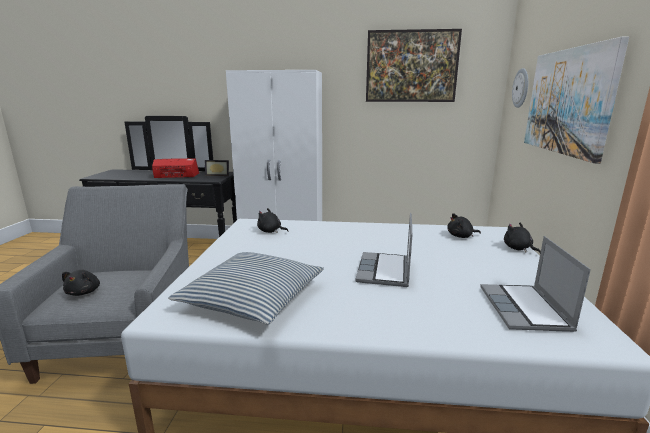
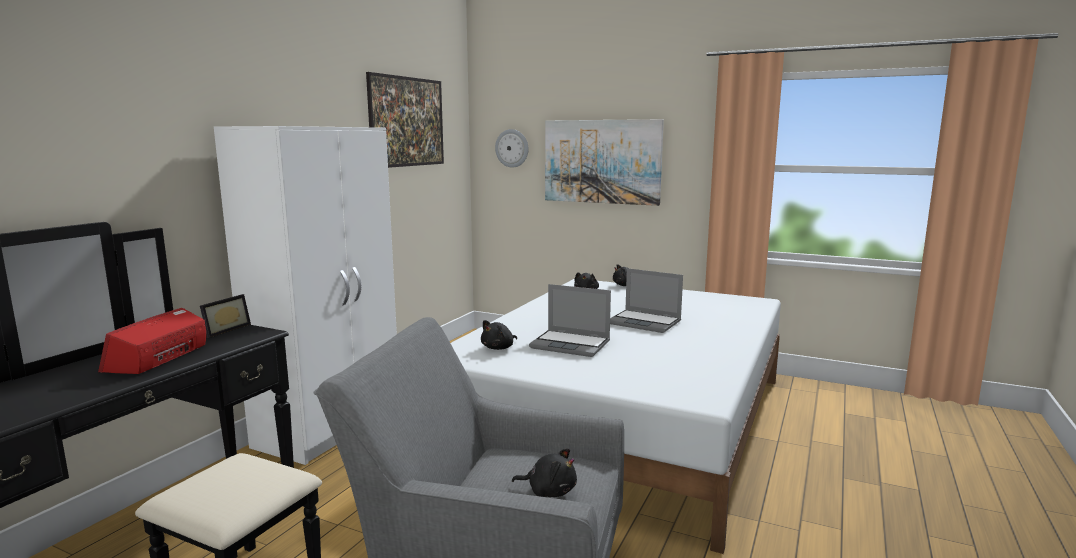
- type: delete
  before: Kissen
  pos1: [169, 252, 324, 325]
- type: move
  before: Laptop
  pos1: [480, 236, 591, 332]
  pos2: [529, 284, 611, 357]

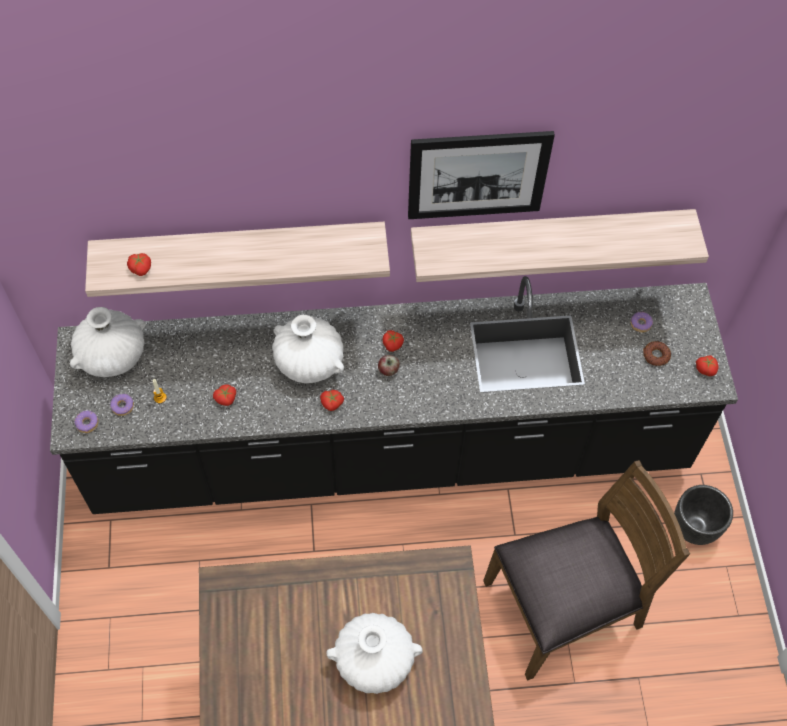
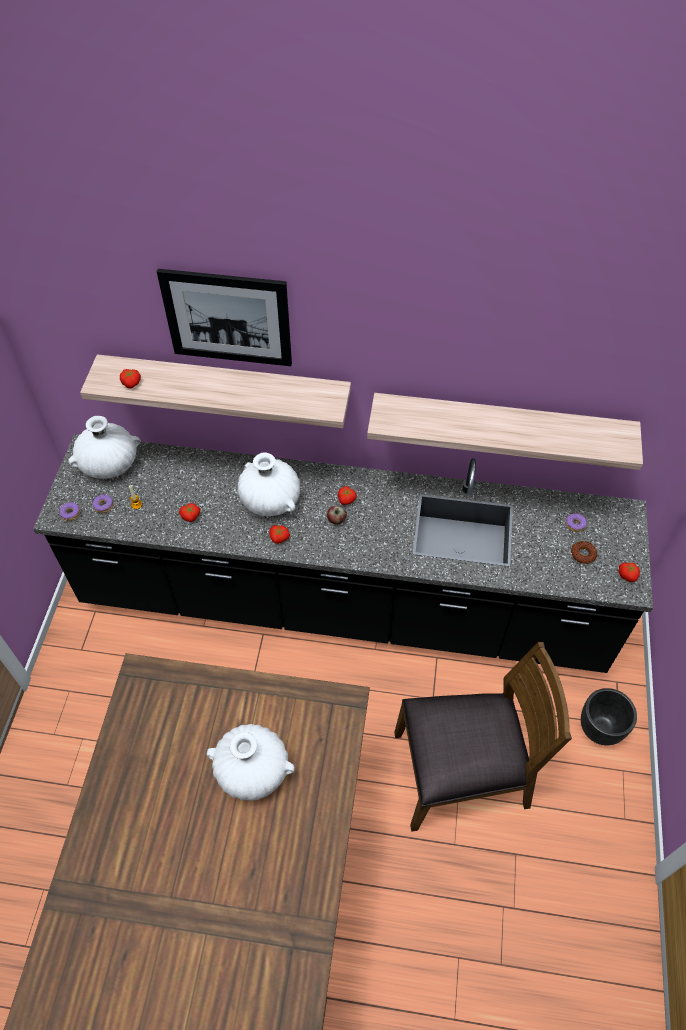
- type: move
  before: Bild
  pos1: [408, 131, 555, 219]
  pos2: [157, 269, 292, 366]

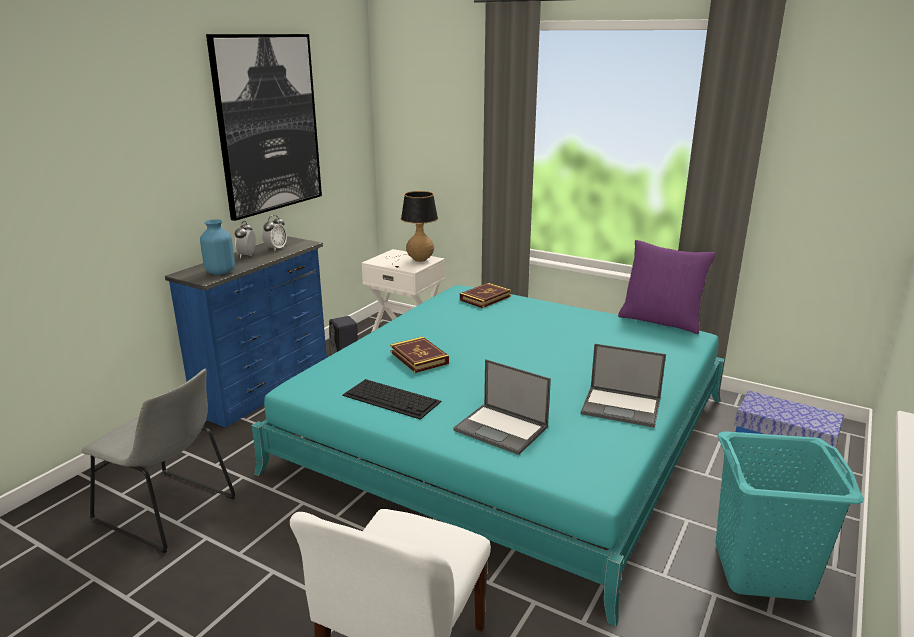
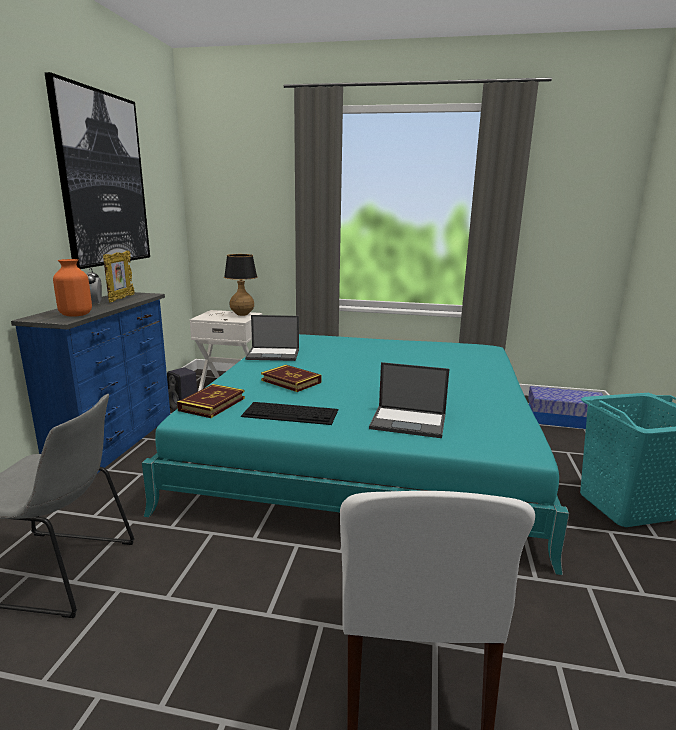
- type: recolor
  before: Vase/blau
  after: Vase/orange
  pos1: [200, 219, 235, 275]
  pos2: [53, 259, 92, 317]
- type: replace
  before: Wecker
  after: Bilderrahmen
  pos1: [262, 215, 287, 251]
  pos2: [103, 251, 135, 303]
- type: move
  before: Buch
  pos1: [460, 283, 511, 308]
  pos2: [177, 384, 245, 418]
- type: move
  before: Laptop
  pos1: [581, 344, 666, 428]
  pos2: [245, 315, 299, 361]
- type: delete
  before: Kissen/lila
  pos1: [618, 240, 716, 334]

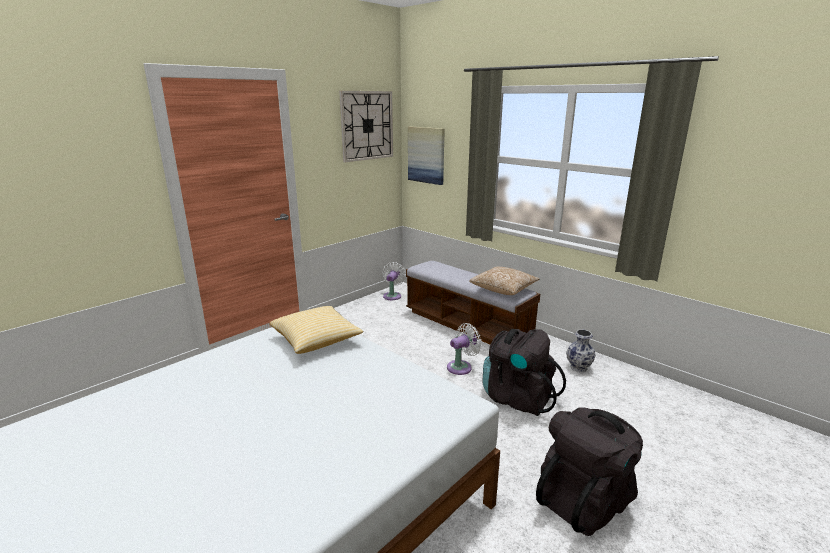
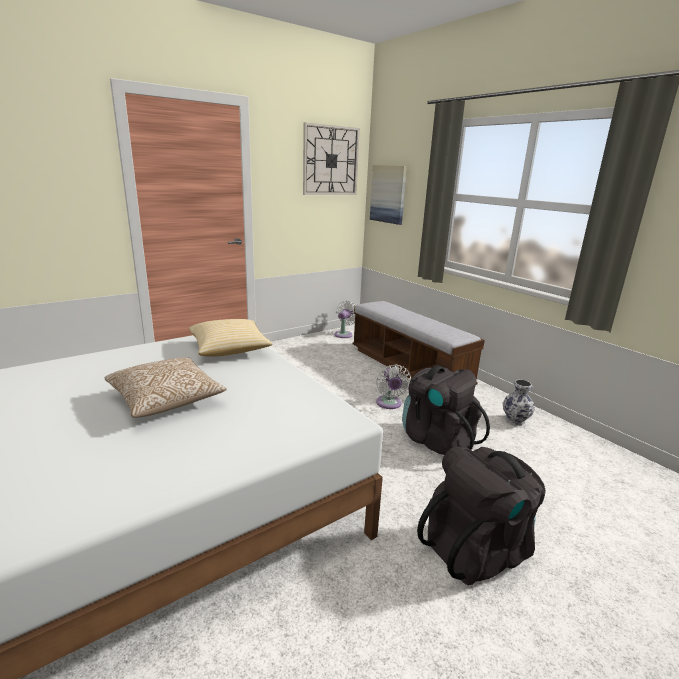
- type: rotate
  before: Ventilator/weiß
  pos1: [447, 323, 482, 375]
  pos2: [376, 365, 411, 409]
  turn: 105
- type: move
  before: Kissen
  pos1: [469, 267, 539, 295]
  pos2: [105, 358, 227, 418]

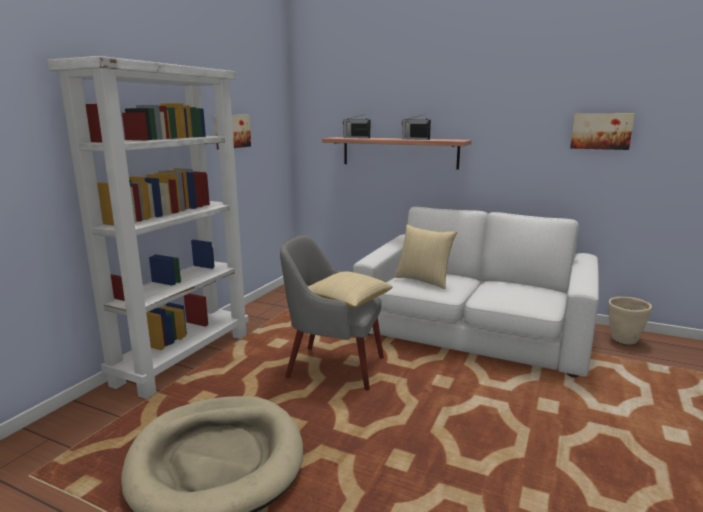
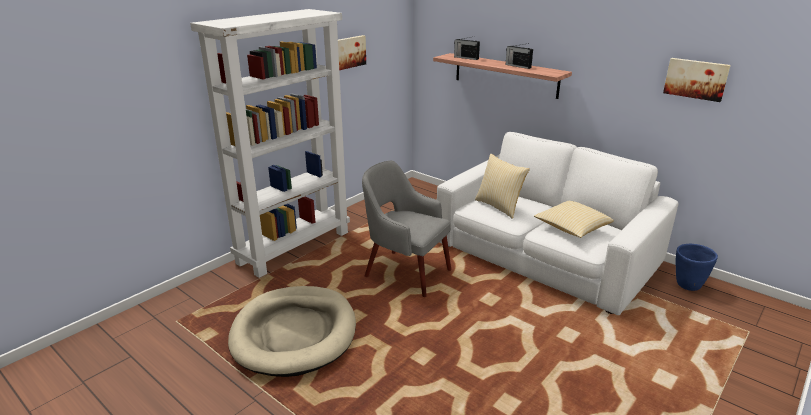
- type: move
  before: Kissen
  pos1: [308, 271, 393, 307]
  pos2: [534, 201, 614, 238]
- type: recolor
  before: Pflanzkübel/beige
  after: Pflanzkübel/blau
  pos1: [609, 297, 652, 345]
  pos2: [675, 244, 718, 291]

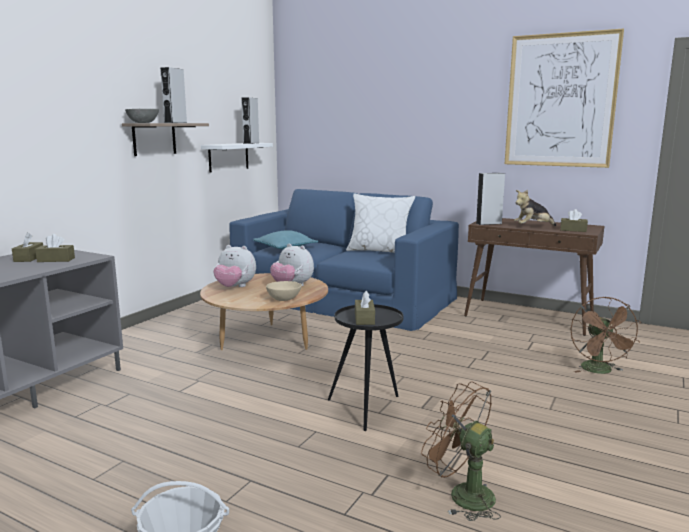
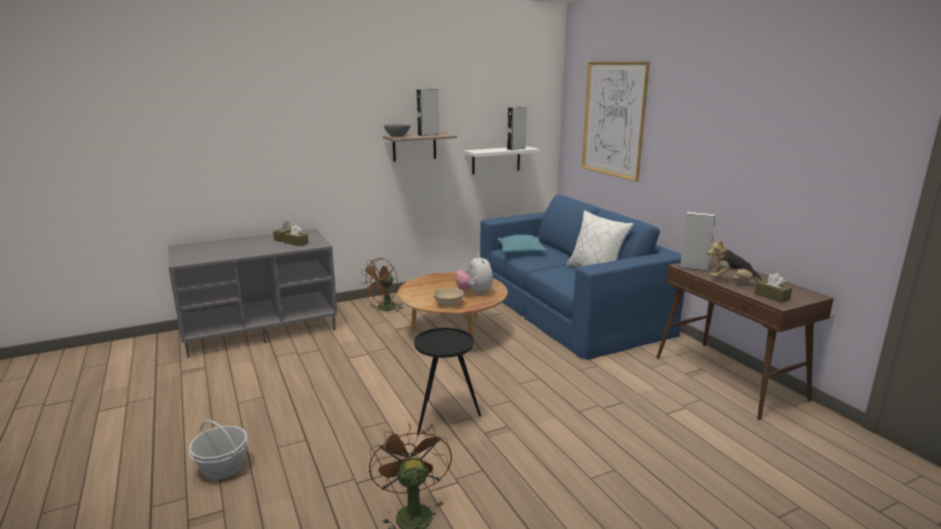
- type: delete
  before: Plüschtier
  pos1: [213, 245, 256, 287]
- type: delete
  before: Taschentuchbox/braun
  pos1: [355, 291, 375, 325]
- type: move
  before: Bild
  pos1: [505, 29, 624, 168]
  pos2: [582, 61, 650, 181]
- type: move
  before: Ventilator/braun
  pos1: [571, 296, 641, 374]
  pos2: [361, 258, 402, 312]

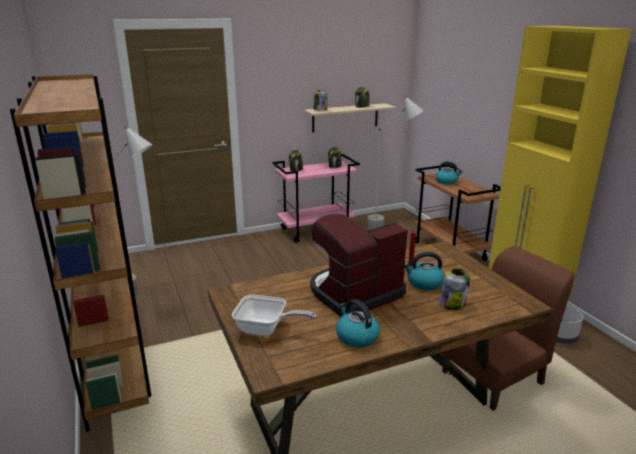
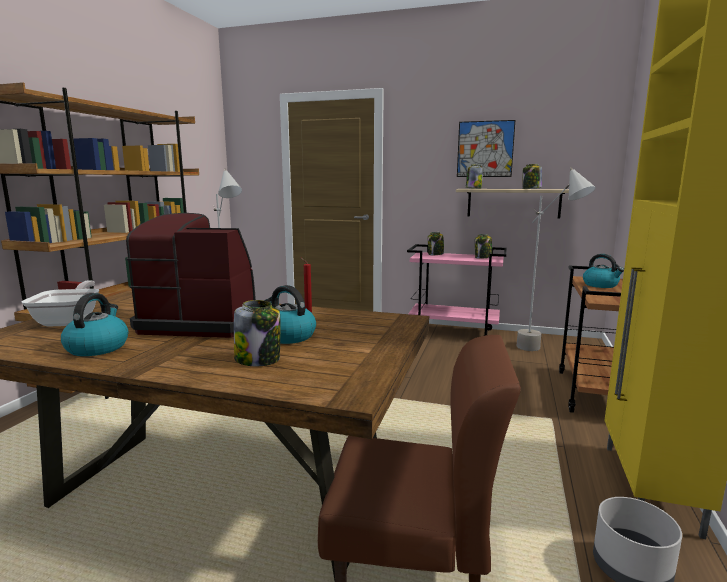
- type: rotate
  before: Pfanne
  pos1: [232, 295, 317, 336]
  pos2: [22, 280, 99, 327]
  turn: -150
- type: insert
  after: Bild
  pos2: [457, 120, 515, 177]

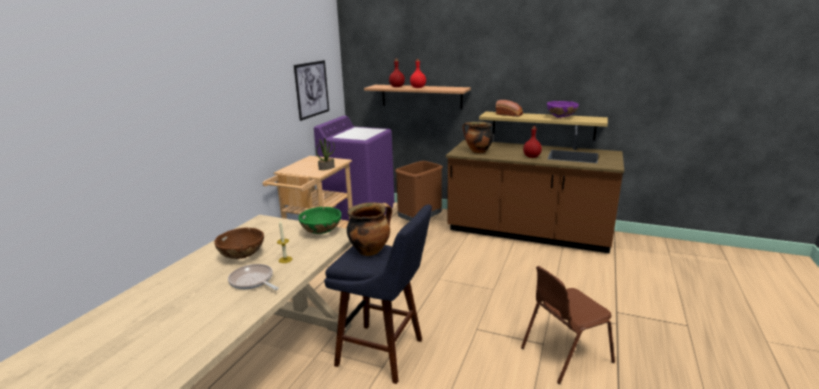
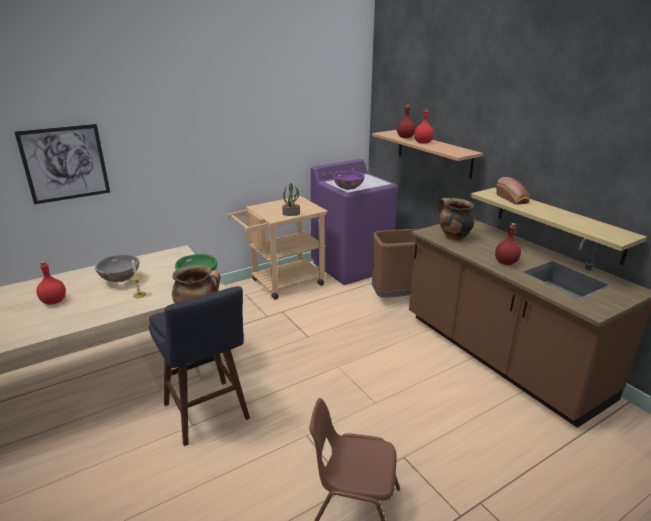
- type: recolor
  before: Schüssel/braun
  after: Schüssel/grau
  pos1: [214, 228, 264, 259]
  pos2: [95, 254, 140, 282]
- type: delete
  before: Pfanne
  pos1: [228, 264, 279, 290]
- type: move
  before: Bild
  pos1: [294, 60, 329, 121]
  pos2: [15, 124, 110, 204]
- type: move
  before: Schüssel/lila
  pos1: [547, 101, 579, 118]
  pos2: [333, 171, 364, 190]
- type: insert
  after: Flasche/rot
  pos2: [37, 261, 66, 305]

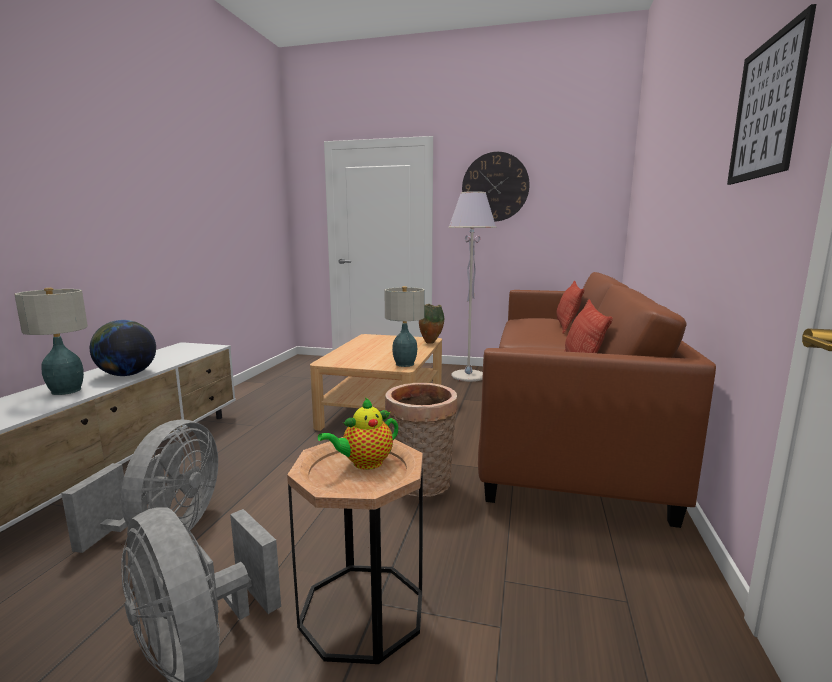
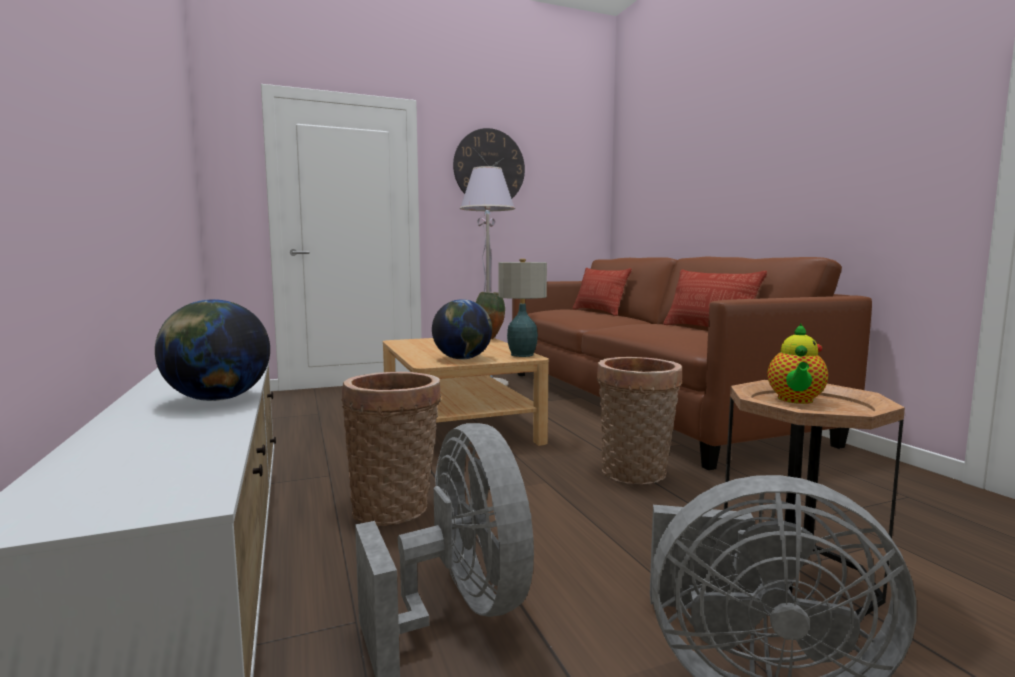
- type: delete
  before: Tischlampe
  pos1: [14, 288, 88, 395]
- type: delete
  before: Bild
  pos1: [727, 4, 816, 185]
- type: insert
  after: Korb
  pos2: [342, 372, 441, 526]
- type: insert
  after: Globus
  pos2: [432, 299, 492, 360]

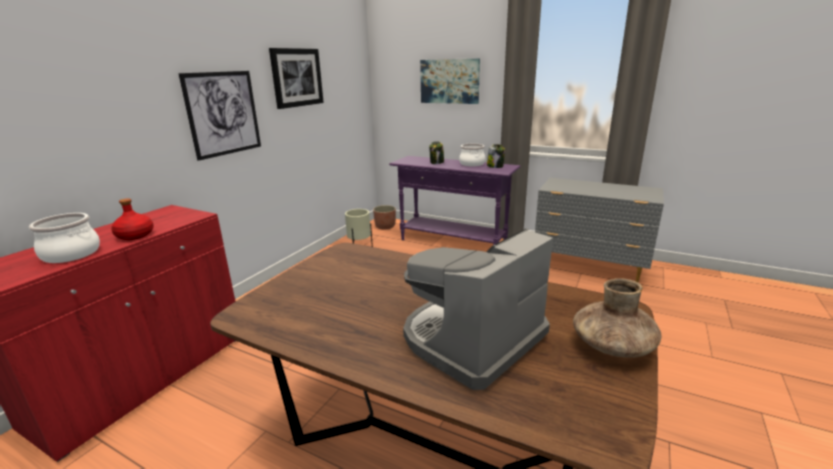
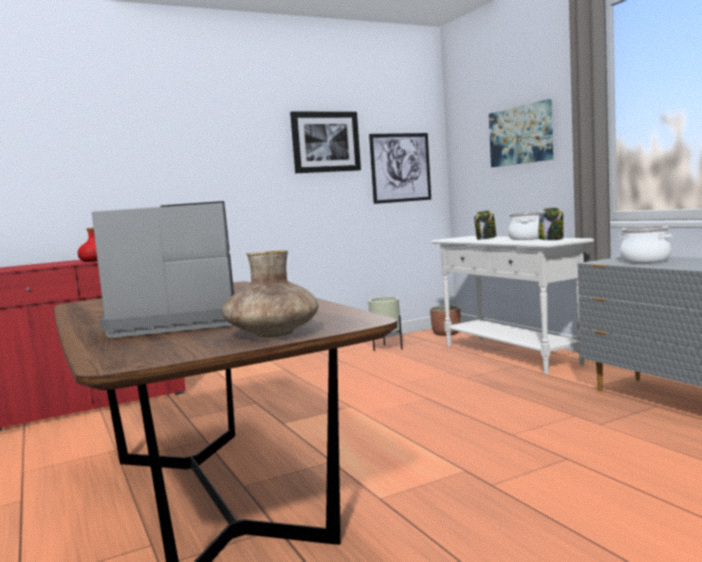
- type: move
  before: Kochtopf
  pos1: [29, 213, 100, 263]
  pos2: [619, 226, 672, 263]
- type: move
  before: Bild
  pos1: [178, 71, 261, 161]
  pos2: [369, 133, 431, 204]
- type: recolor
  before: Konsolentisch/lila
  after: Konsolentisch/weiß
  pos1: [389, 156, 521, 245]
  pos2: [431, 236, 594, 374]

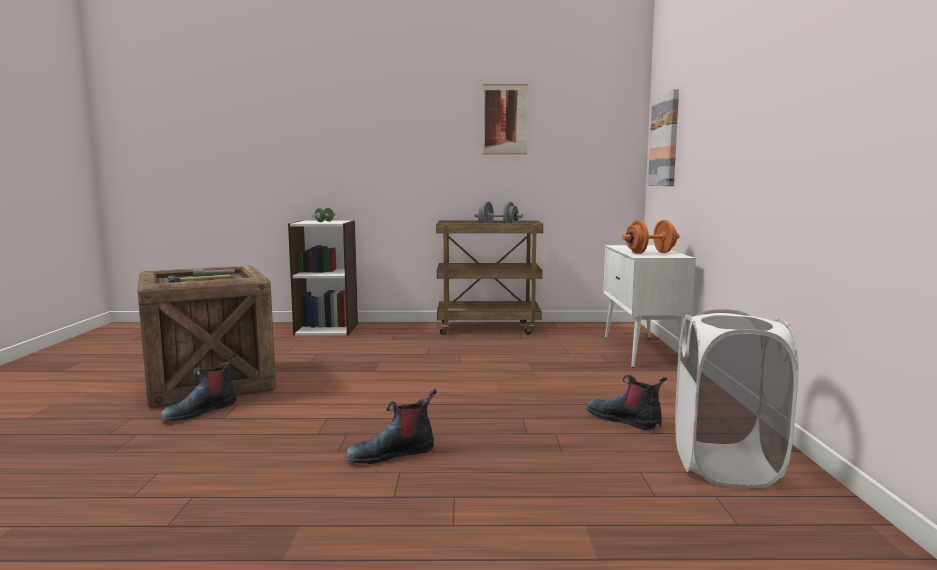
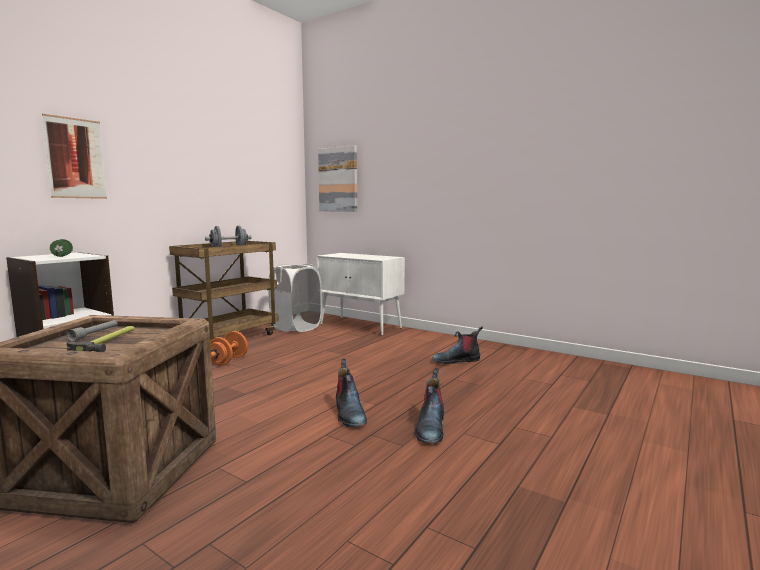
- type: move
  before: Stiefel
  pos1: [160, 353, 236, 421]
  pos2: [336, 359, 367, 427]
- type: move
  before: Bild
  pos1: [483, 84, 528, 155]
  pos2: [42, 114, 107, 199]
- type: move
  before: Hantel/orange
  pos1: [622, 220, 679, 254]
  pos2: [210, 331, 248, 366]
- type: move
  before: Wäschekorb/weiß
  pos1: [675, 309, 798, 488]
  pos2: [268, 264, 322, 332]

